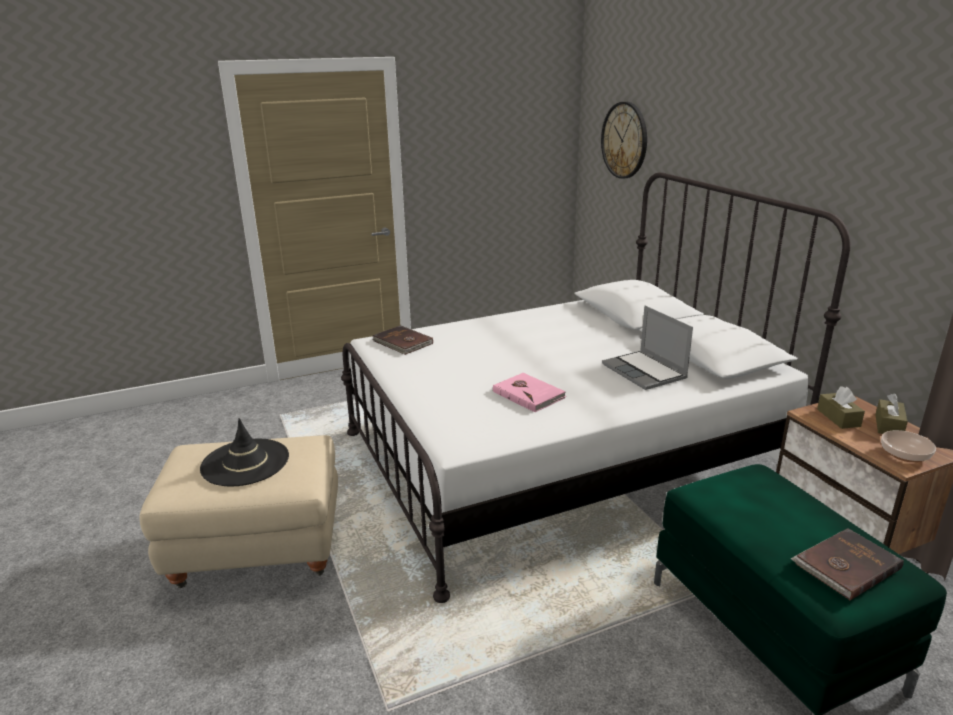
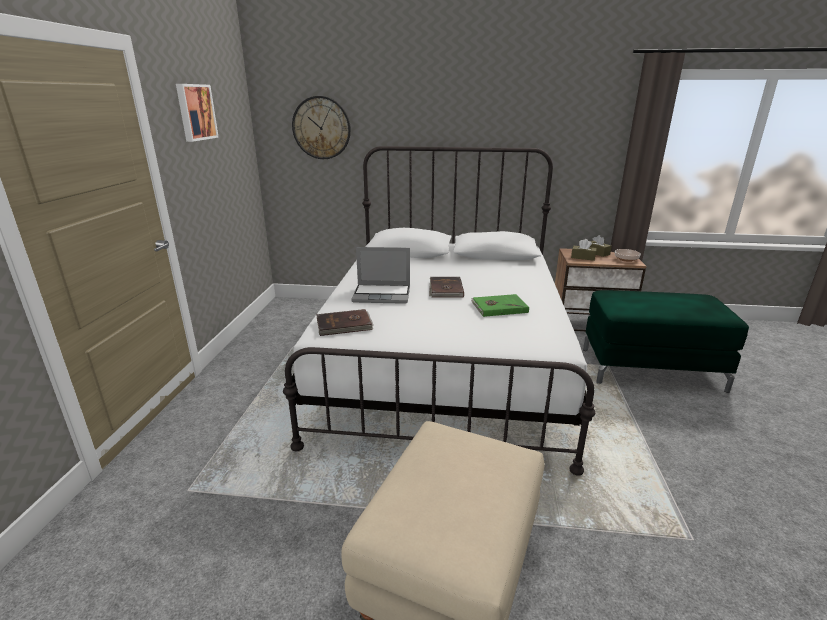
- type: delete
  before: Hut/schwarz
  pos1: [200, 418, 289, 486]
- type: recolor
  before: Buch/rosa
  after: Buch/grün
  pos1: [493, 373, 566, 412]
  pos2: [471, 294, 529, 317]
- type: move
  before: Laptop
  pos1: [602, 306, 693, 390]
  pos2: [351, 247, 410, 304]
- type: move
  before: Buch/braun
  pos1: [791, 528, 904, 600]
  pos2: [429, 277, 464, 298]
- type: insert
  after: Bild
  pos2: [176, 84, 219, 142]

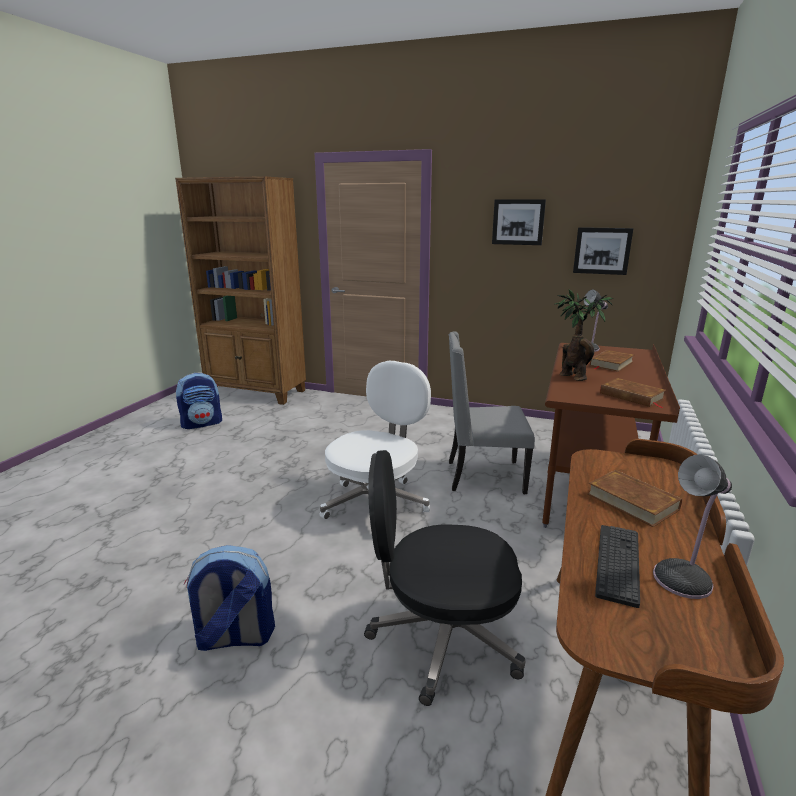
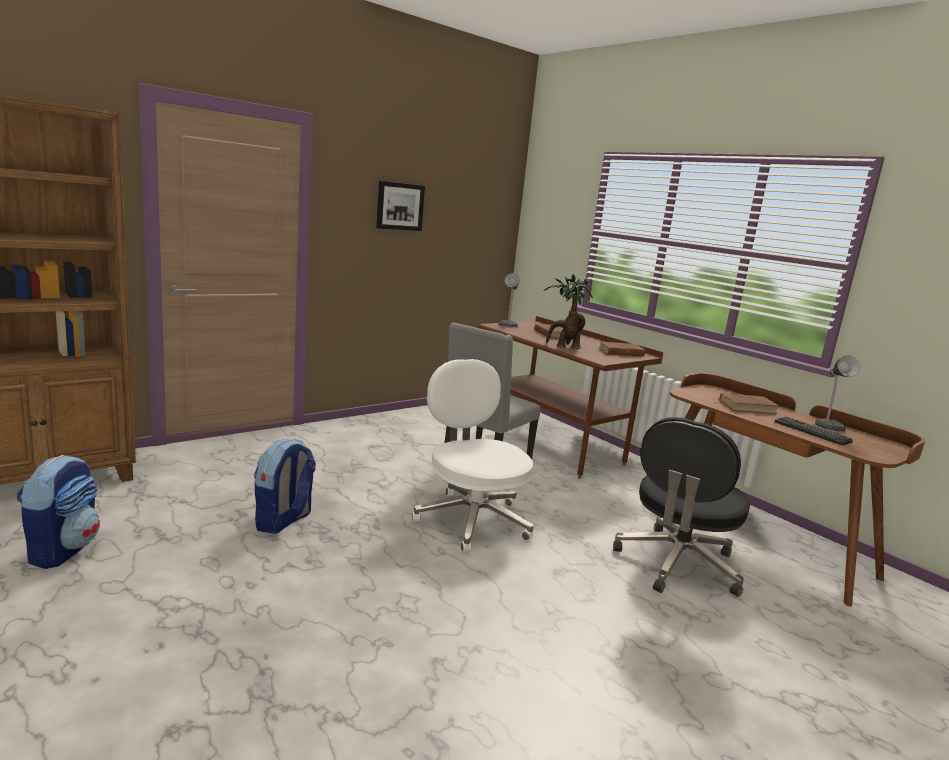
- type: move
  before: Rucksack
  pos1: [184, 545, 275, 651]
  pos2: [254, 439, 316, 534]
- type: delete
  before: Bild
  pos1: [573, 227, 633, 275]

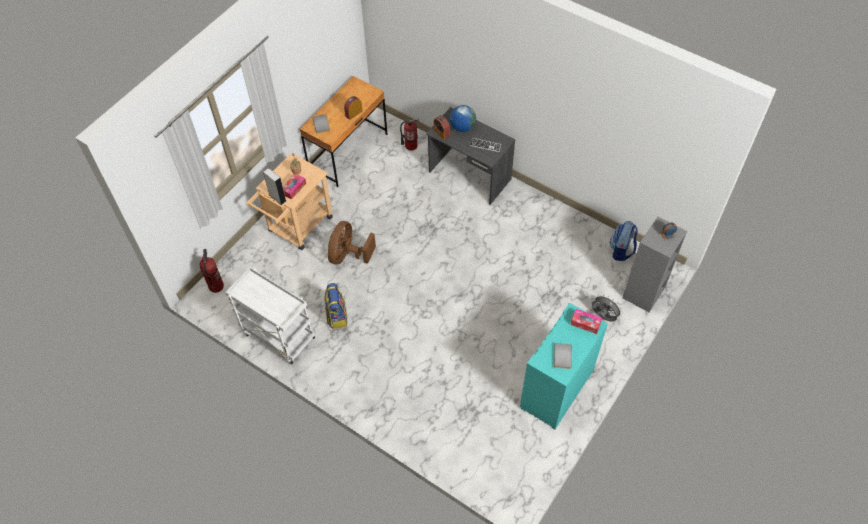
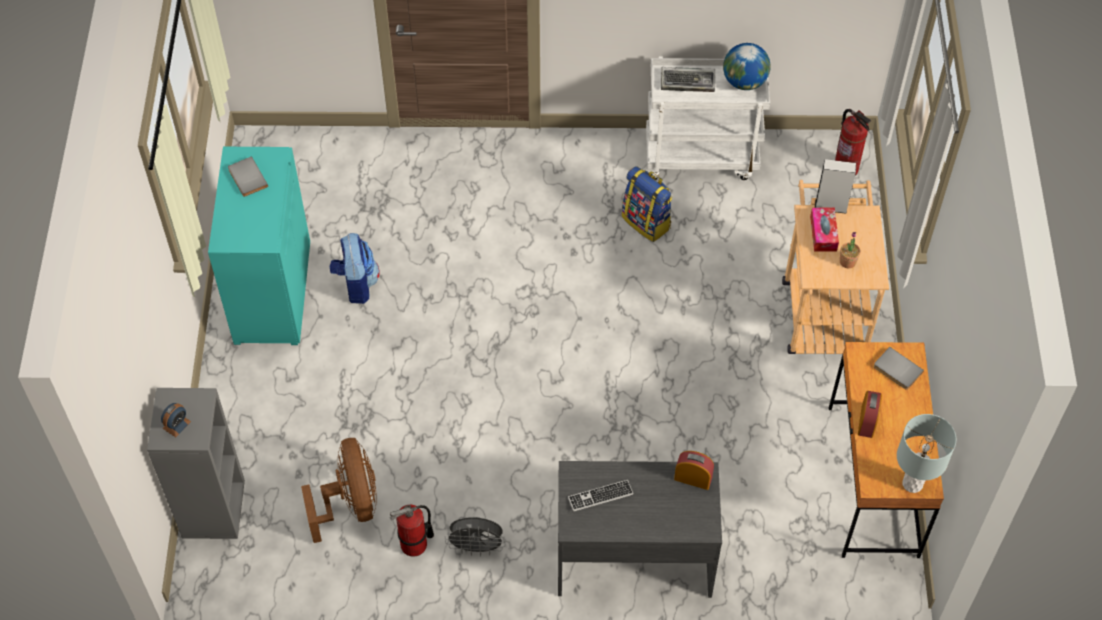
- type: move
  before: Ventilator/braun
  pos1: [328, 221, 376, 265]
  pos2: [301, 438, 376, 543]
- type: move
  before: Feuerlöscher
  pos1: [400, 118, 420, 151]
  pos2: [390, 505, 434, 557]
- type: move
  before: Globus
  pos1: [450, 105, 476, 132]
  pos2: [723, 43, 771, 90]
- type: delete
  before: Taschentuchbox
  pos1: [571, 309, 602, 334]
- type: move
  before: Ventilator/grau
  pos1: [592, 294, 623, 322]
  pos2: [445, 517, 505, 556]
- type: move
  before: Rucksack
  pos1: [610, 221, 638, 261]
  pos2: [329, 233, 380, 304]
- type: insert
  after: Tastatur
  pos2: [661, 67, 715, 92]
- type: insert
  after: Tischlampe/grau
  pos2: [897, 414, 957, 493]

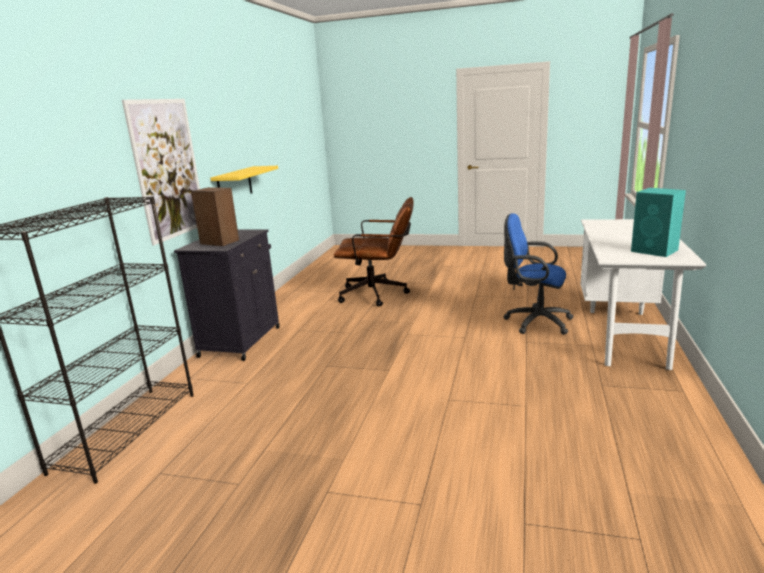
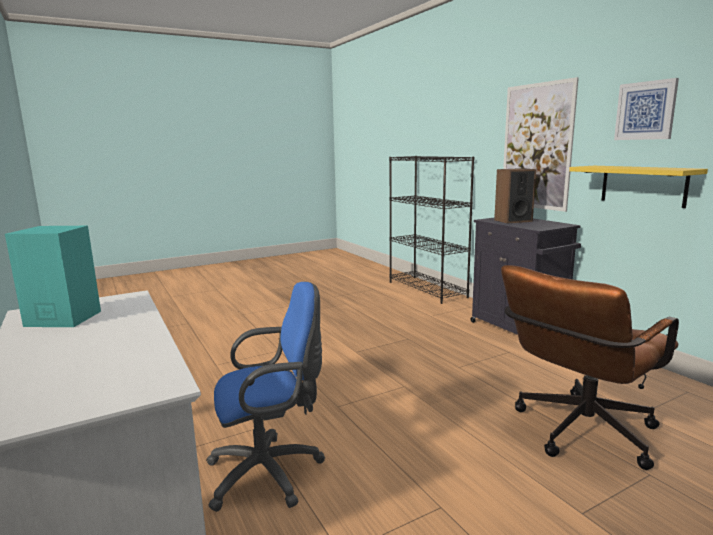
- type: insert
  after: Bild
  pos2: [614, 78, 679, 140]

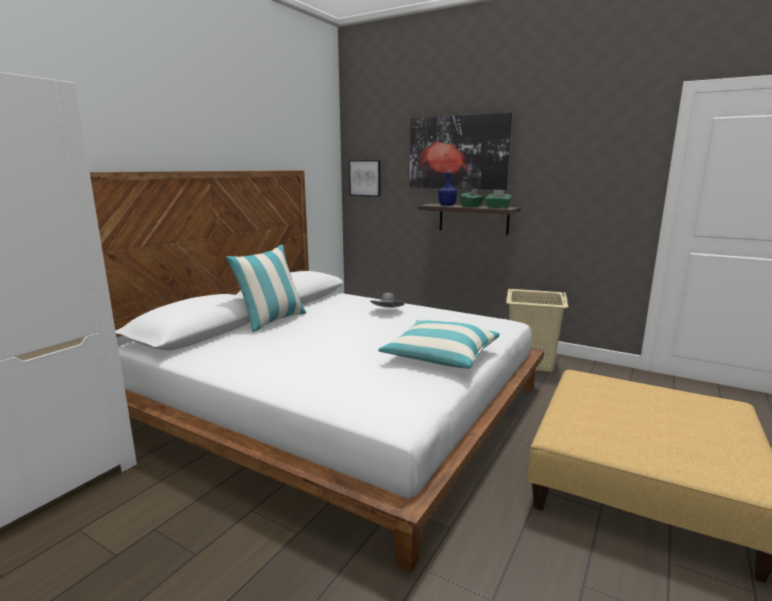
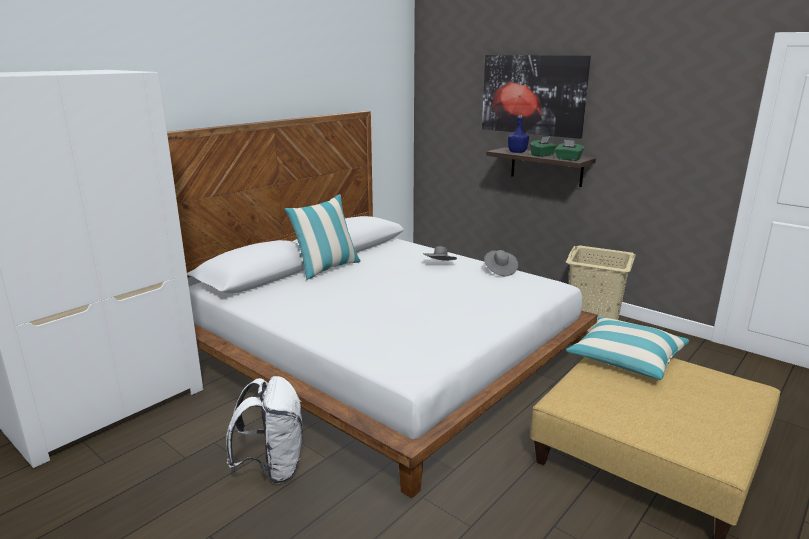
- type: delete
  before: Bild
  pos1: [349, 160, 381, 197]
- type: move
  before: Kissen
  pos1: [378, 320, 500, 369]
  pos2: [566, 316, 689, 380]
- type: insert
  after: Rucksack/weiß
  pos2: [226, 376, 302, 484]
- type: insert
  after: Hut/grau
  pos2: [484, 250, 518, 276]

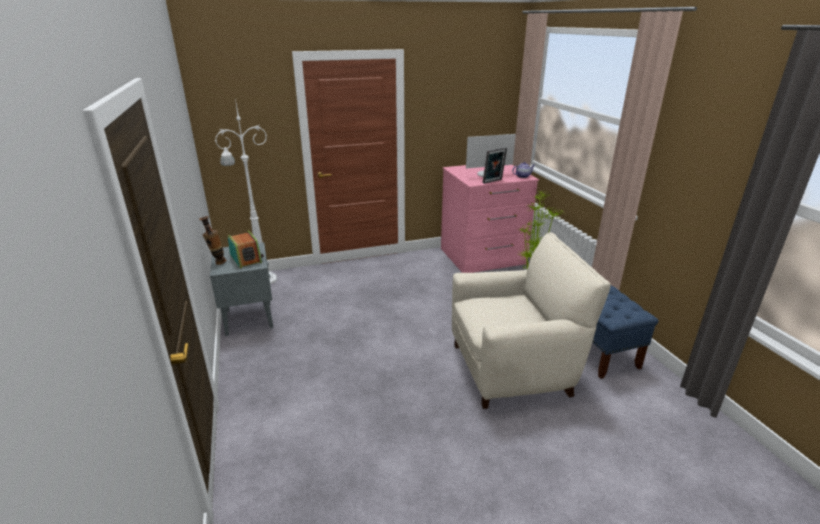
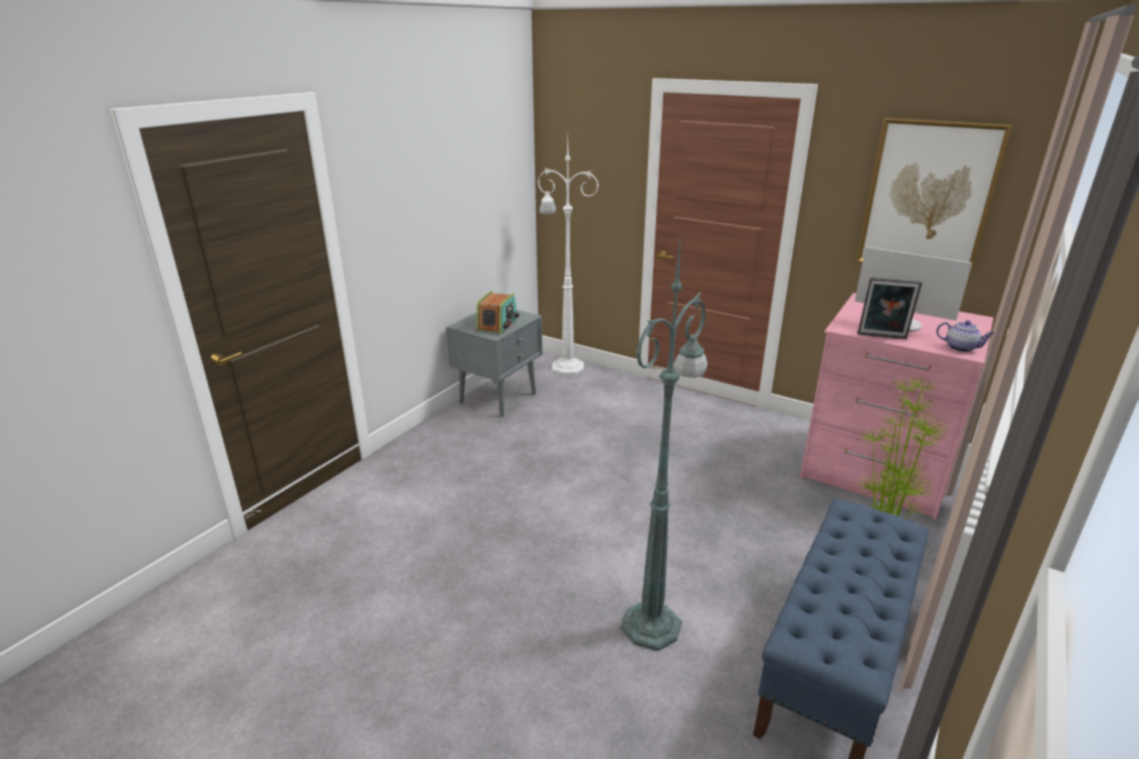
- type: delete
  before: Vase
  pos1: [199, 216, 226, 265]
- type: replace
  before: Sessel/beige
  after: Stehlampe/grün
  pos1: [452, 232, 611, 409]
  pos2: [620, 233, 708, 651]
- type: insert
  after: Bild
  pos2: [856, 118, 1012, 279]

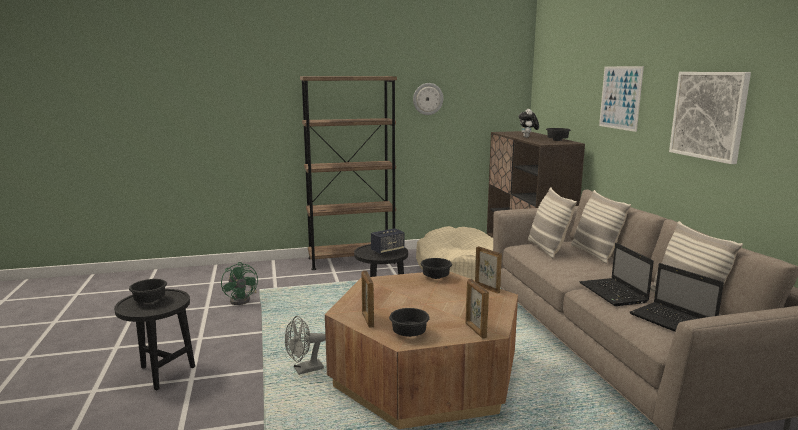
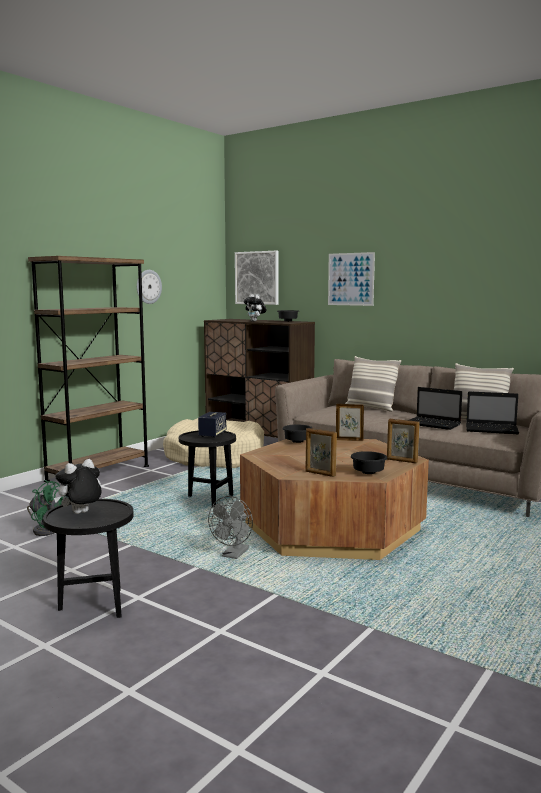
- type: replace
  before: Schüssel/schwarz
  after: Plüschtier
  pos1: [129, 279, 167, 303]
  pos2: [54, 459, 102, 514]
- type: delete
  before: Kissen
  pos1: [528, 187, 577, 258]
- type: move
  before: Bild
  pos1: [669, 72, 751, 164]
  pos2: [235, 251, 279, 305]

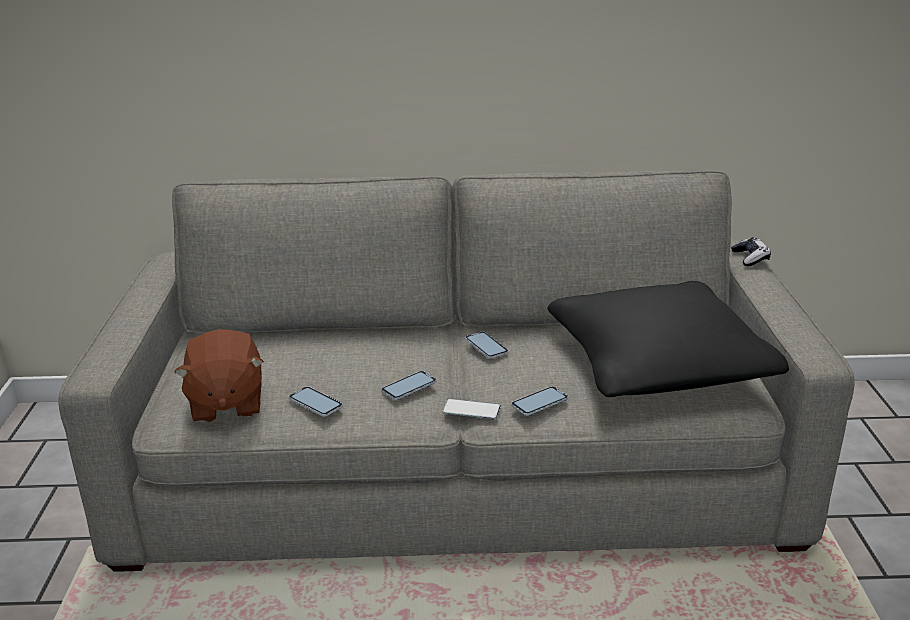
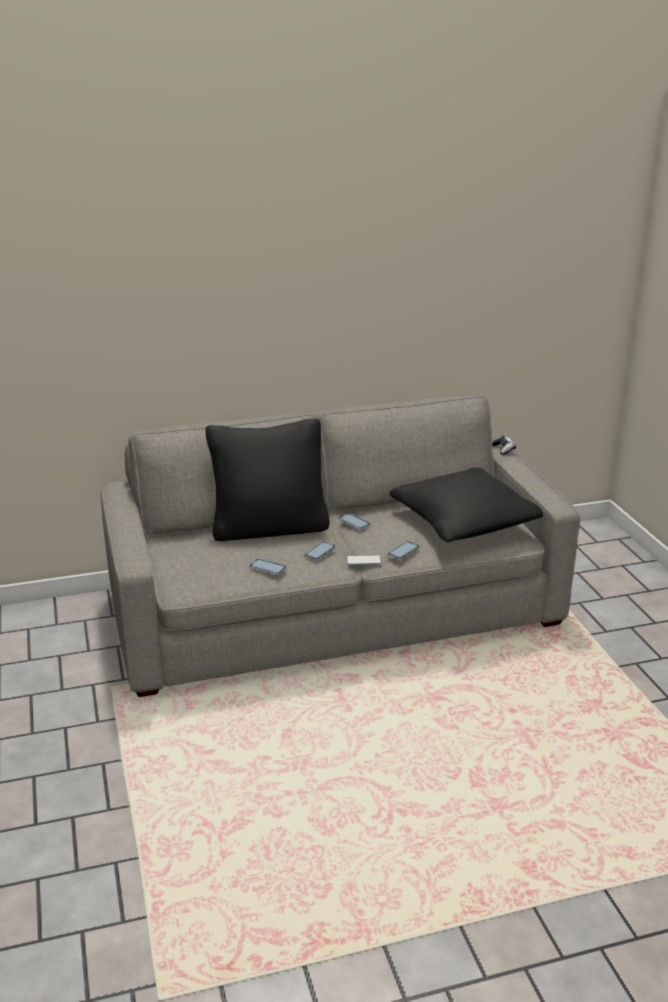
- type: delete
  before: Plüschtier/braun
  pos1: [174, 329, 264, 423]
- type: insert
  after: Kissen/schwarz
  pos2: [206, 419, 330, 541]

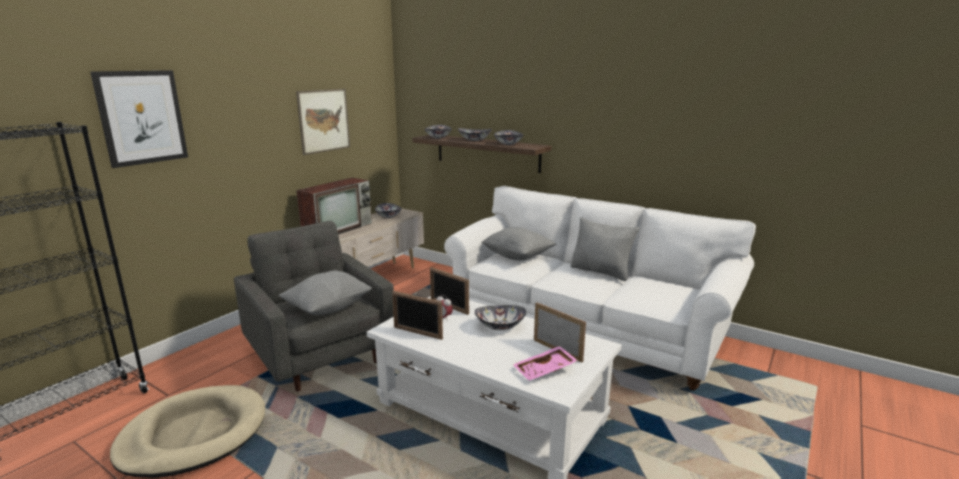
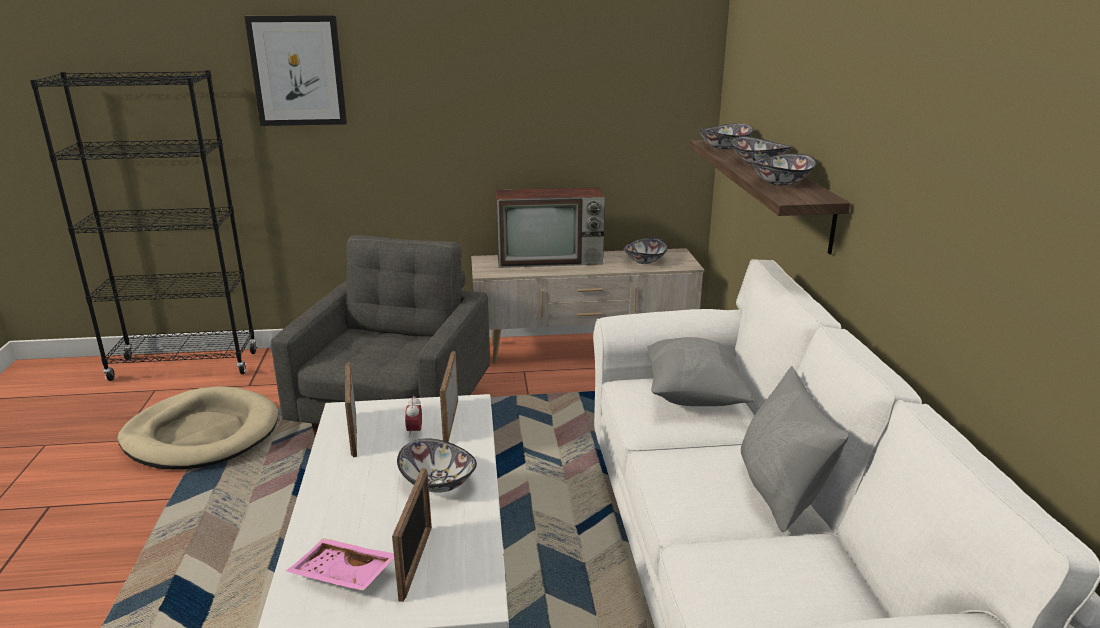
- type: delete
  before: Kissen/grau
  pos1: [279, 270, 372, 315]
- type: delete
  before: Bild
  pos1: [296, 89, 350, 155]

